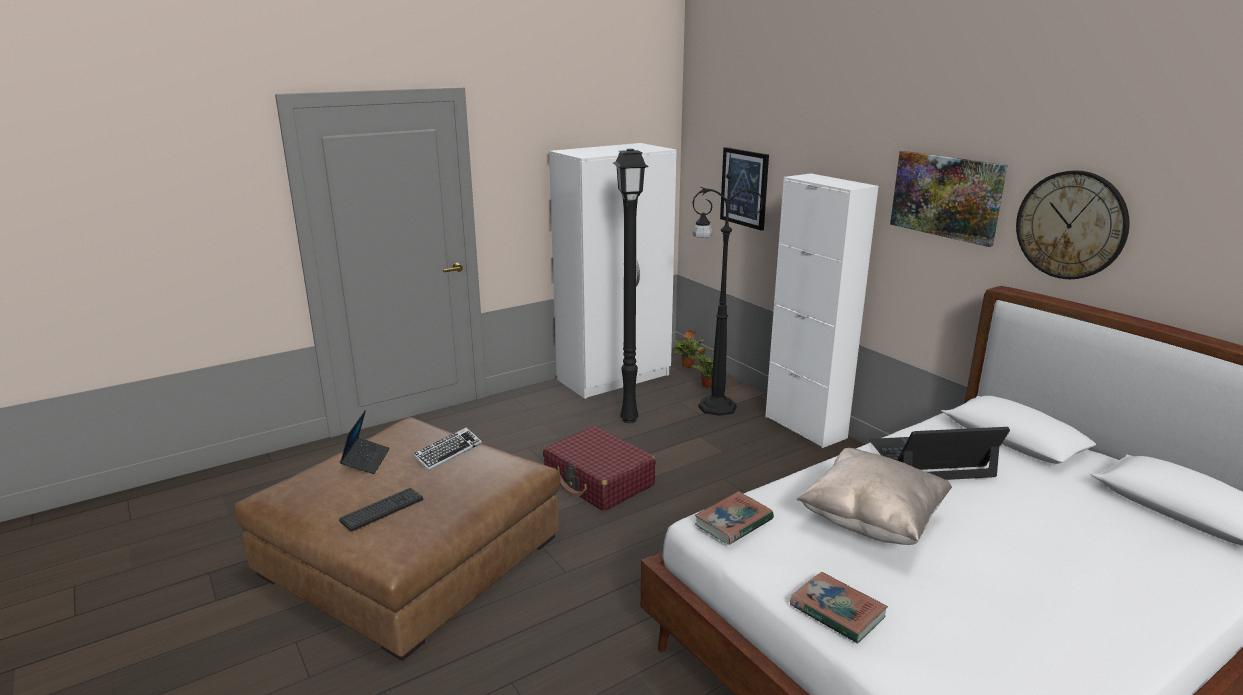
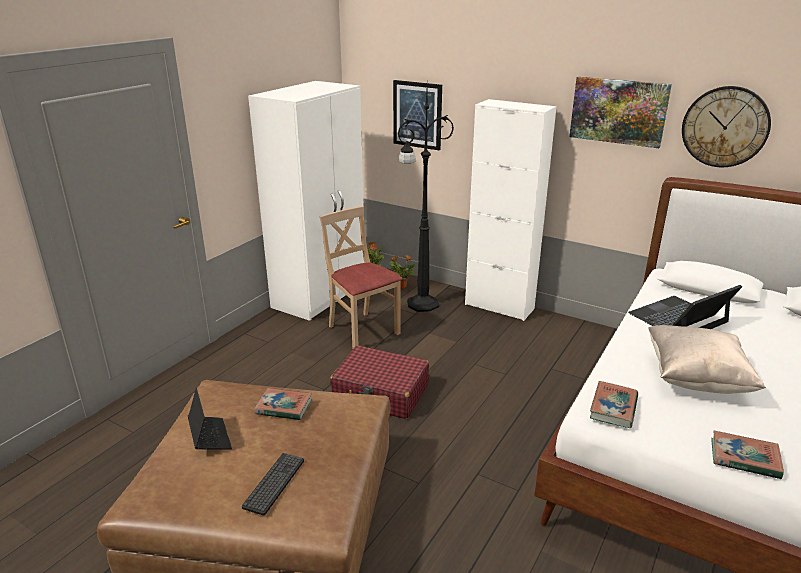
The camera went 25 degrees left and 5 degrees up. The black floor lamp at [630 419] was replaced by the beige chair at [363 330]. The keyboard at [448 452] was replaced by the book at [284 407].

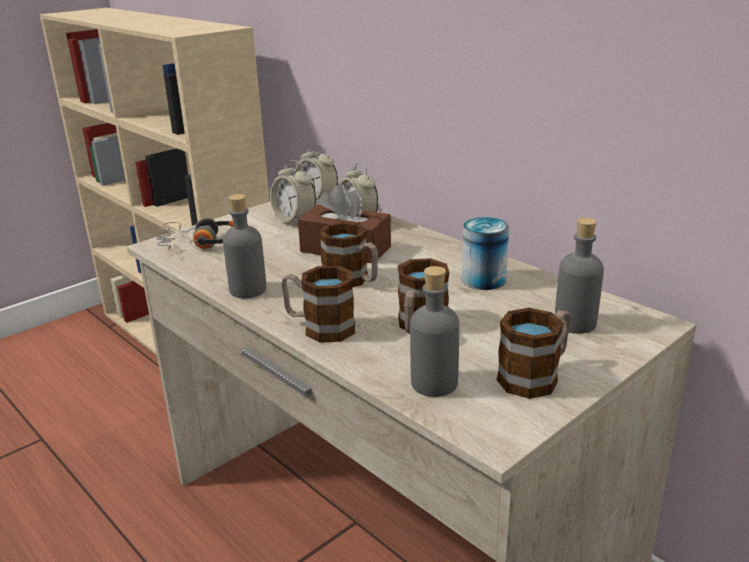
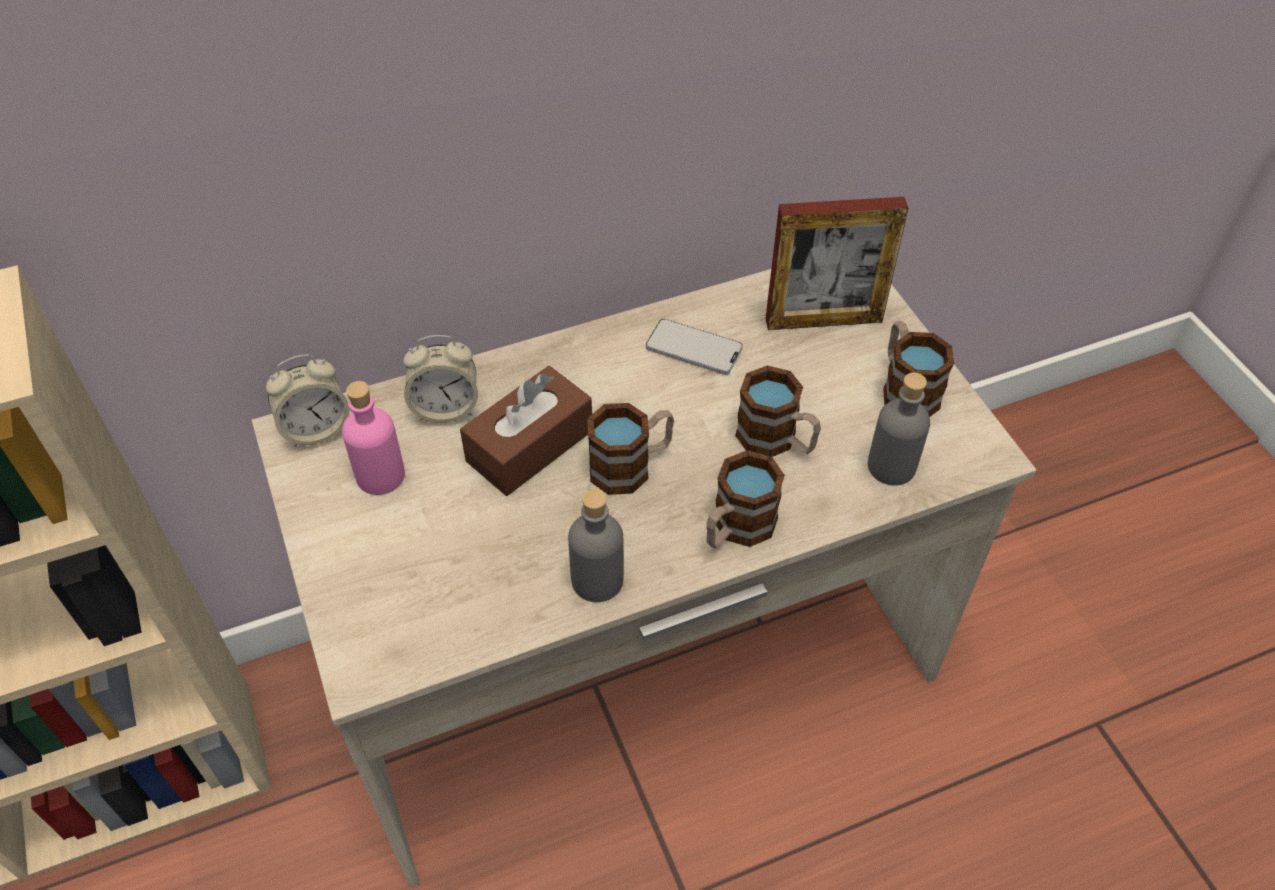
The camera went 70 degrees left and 25 degrees up. The alarm clock at [294 220] was replaced by the pink bottle at [380 475]. The can at [483 280] was replaced by the phone at [694 348]. The grey bottle at [575 323] was replaced by the picture frame at [823 320]. The headphones at [201 243] disappeared.

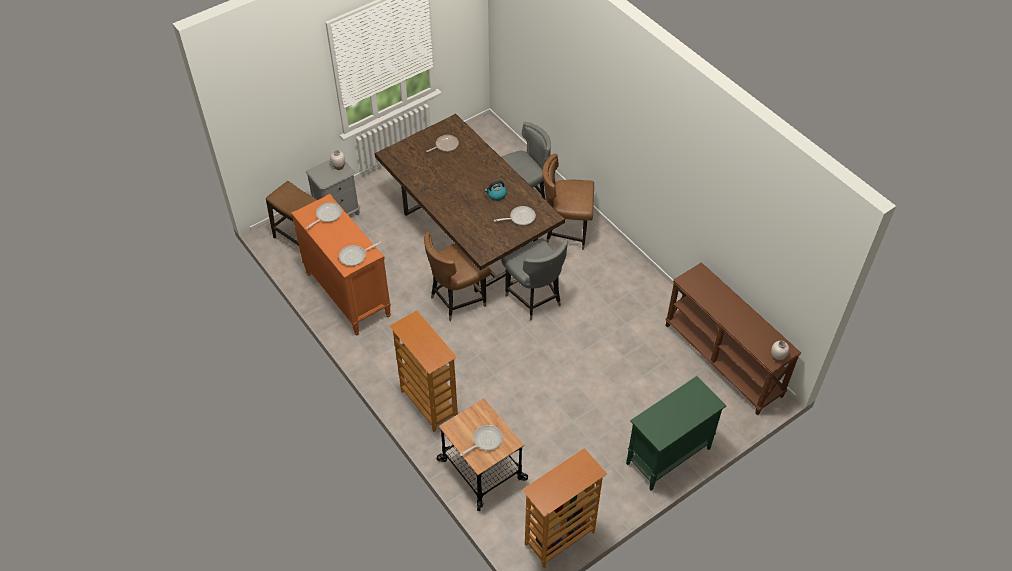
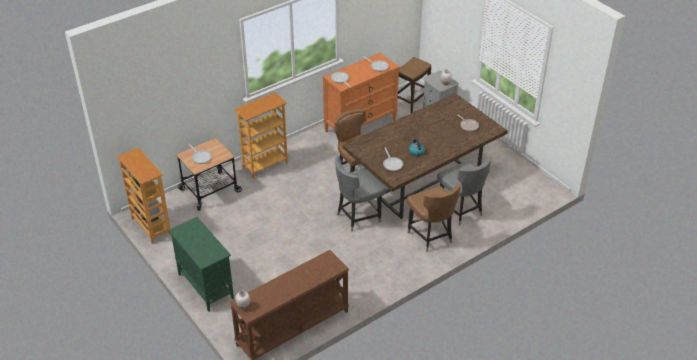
The camera went 90 degrees right and 10 degrees down. The brown chair at [566 232] turned 150 degrees clockwise.

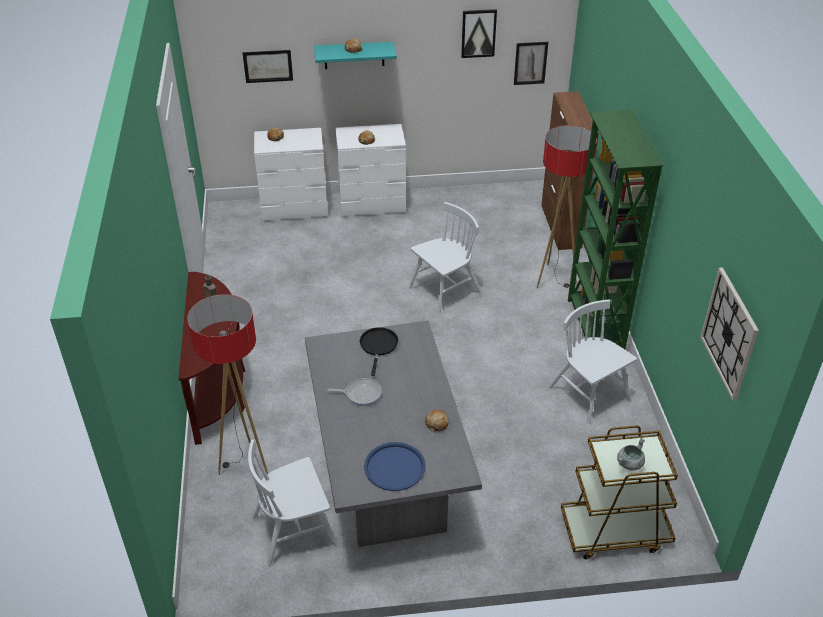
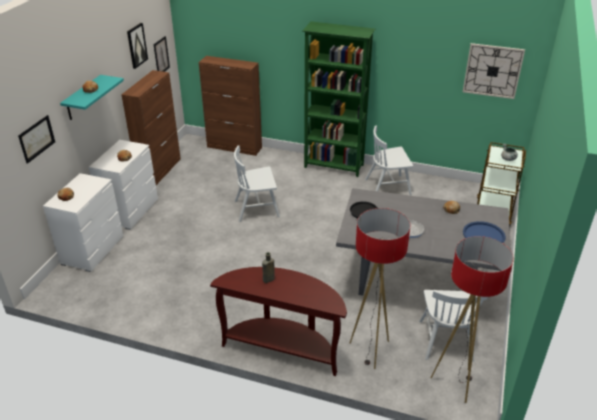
The camera went 65 degrees left and 5 degrees down. The floor lamp moved from [553 279] to [455 383]. The white chair at [444 290] turned 90 degrees counterclockwise. The brown cabinet at [160 171] appeared.

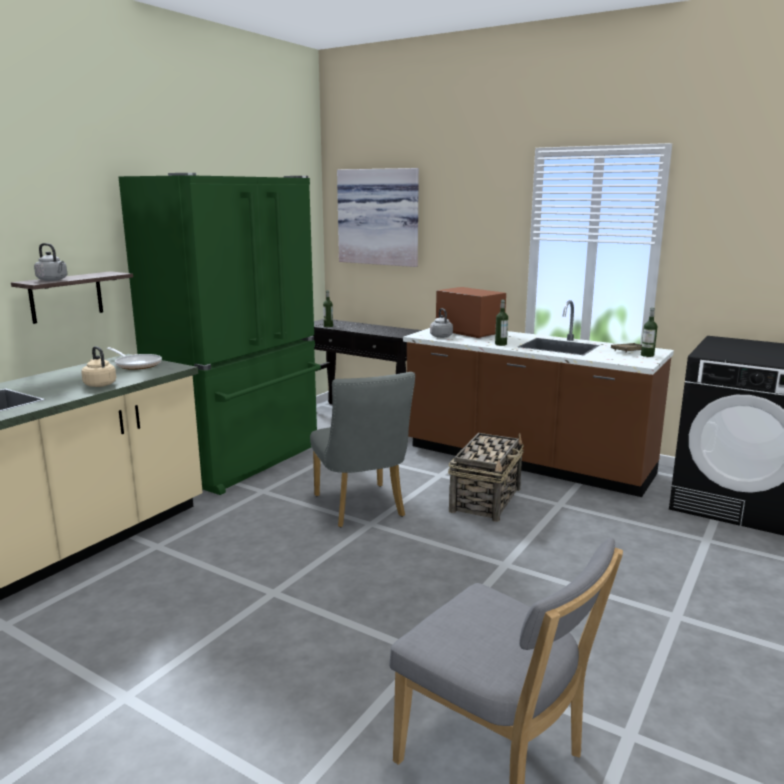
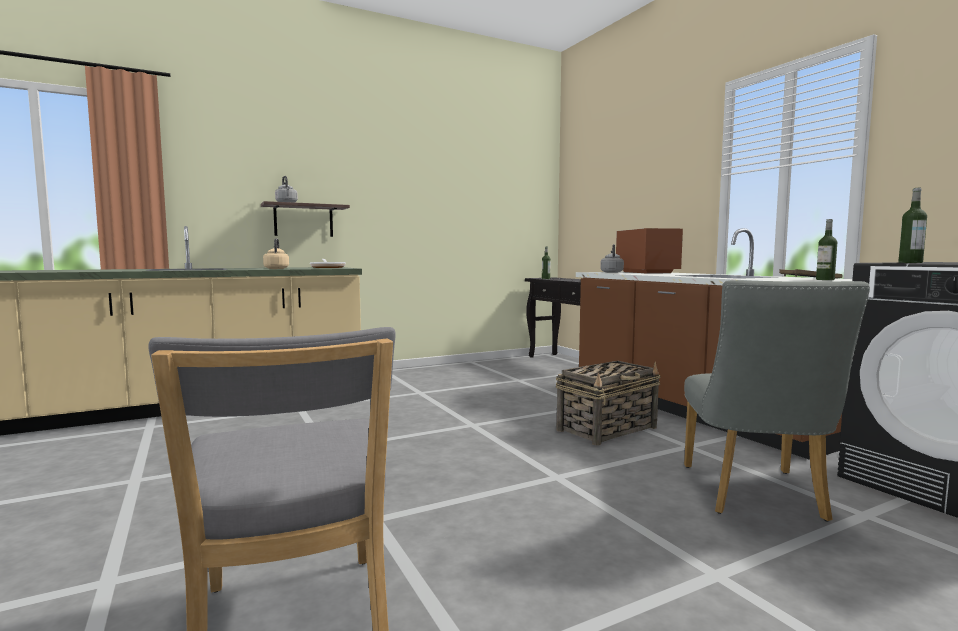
The camera went 30 degrees right and 10 degrees down. The picture at [379 217] disappeared. The green fridge at [243 460] disappeared. The bottle moved from [500 344] to [910 262]. The grey chair moved from [362 509] to [755 496].

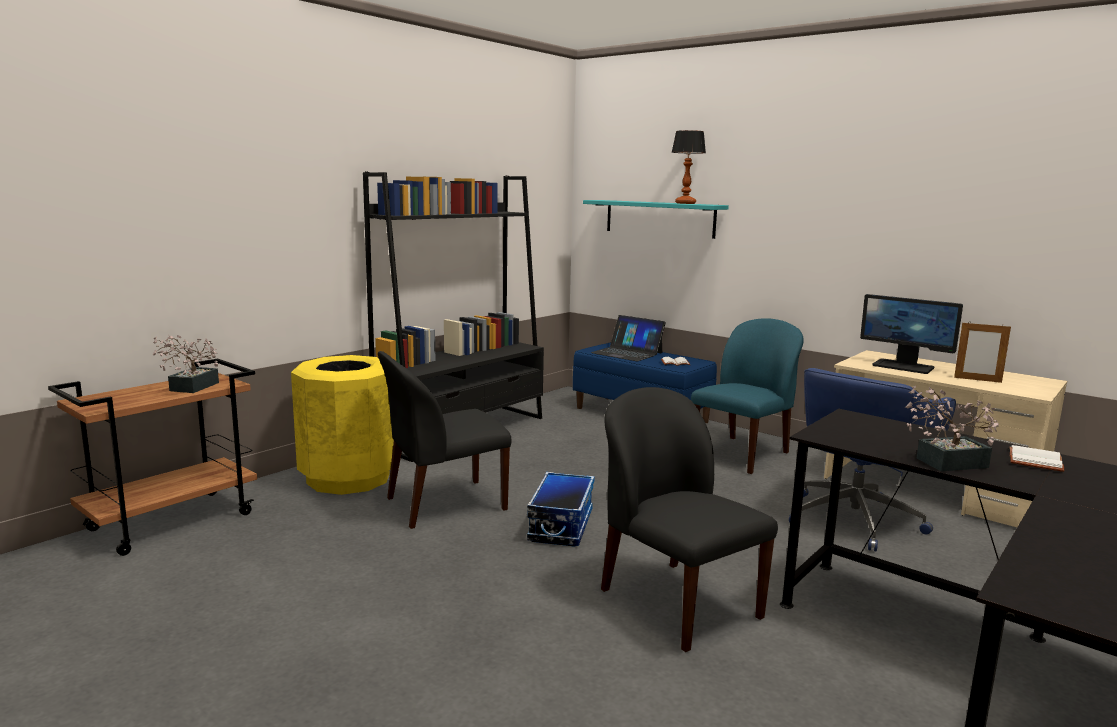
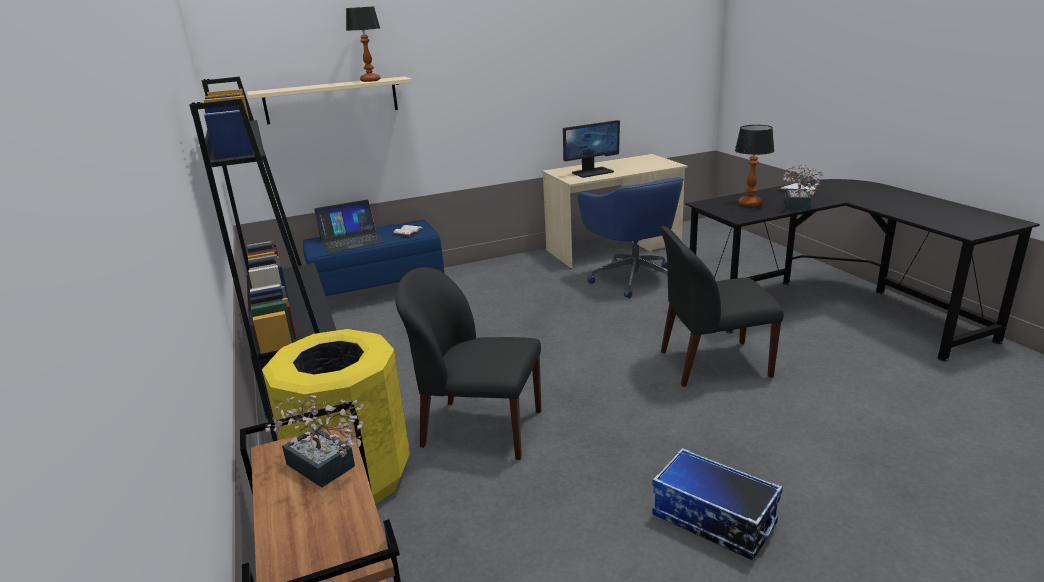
The camera went 60 degrees left and 10 degrees up. The turquoise shelf at [659 218] became the beige shelf at [331 100]. The blue chair at [741 454] disappeared. The picture frame at [977 380] disappeared. The black chair at [443 504] turned 105 degrees clockwise. The storage box moved from [560 525] to [712 520]. The table lamp at [749 203] appeared.

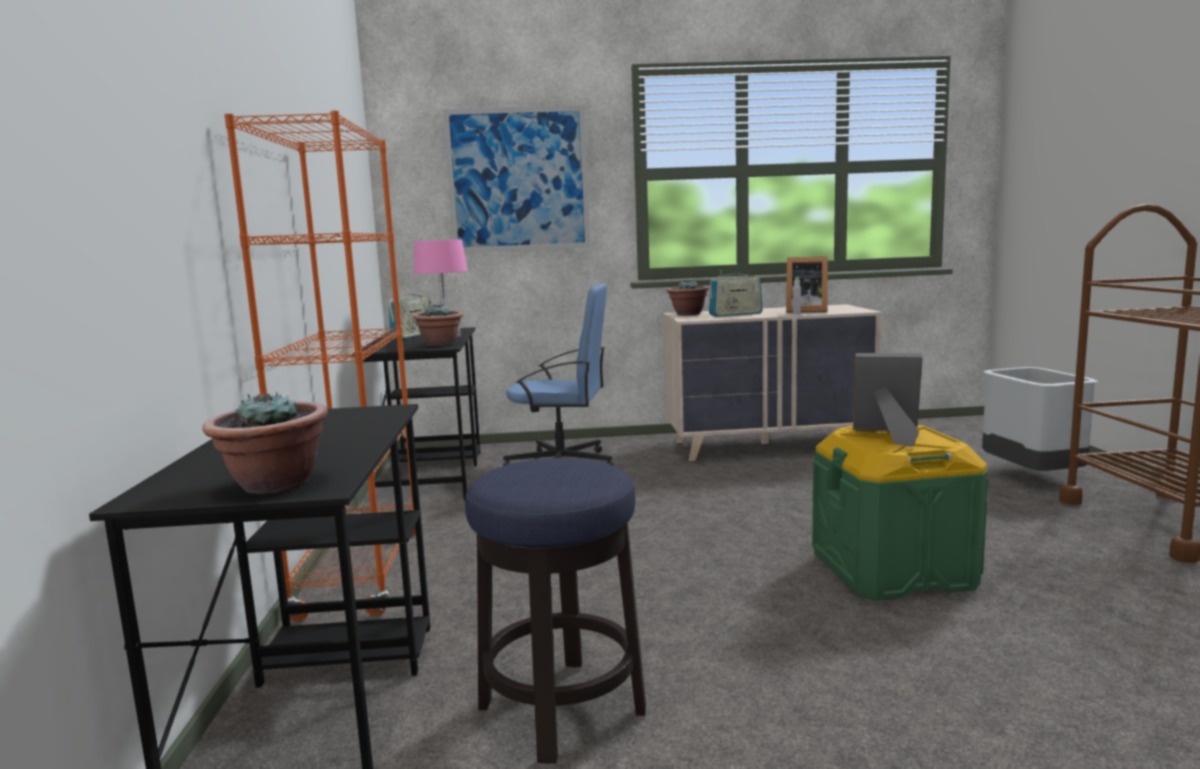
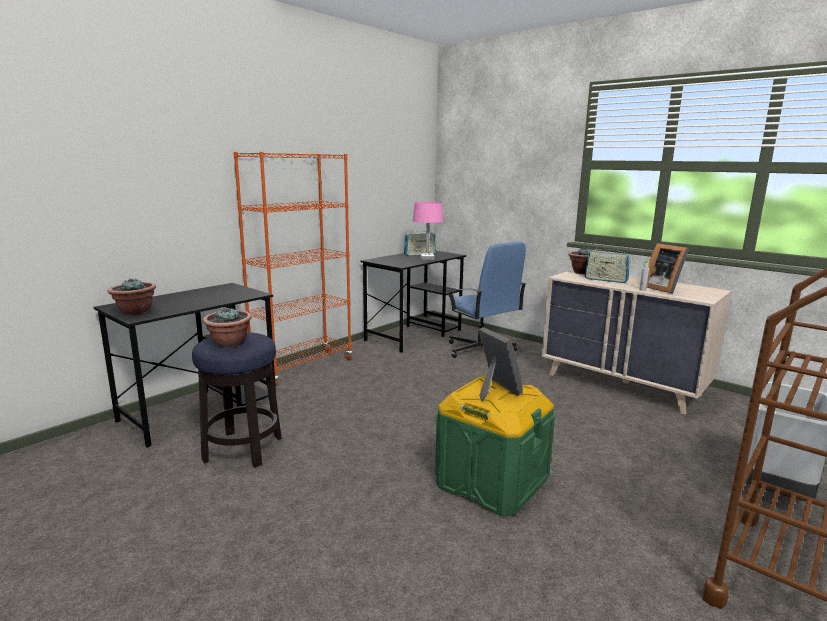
The camera went 45 degrees right and 5 degrees up. The picture at [518 180] disappeared. The potted plant moved from [440 344] to [230 344].

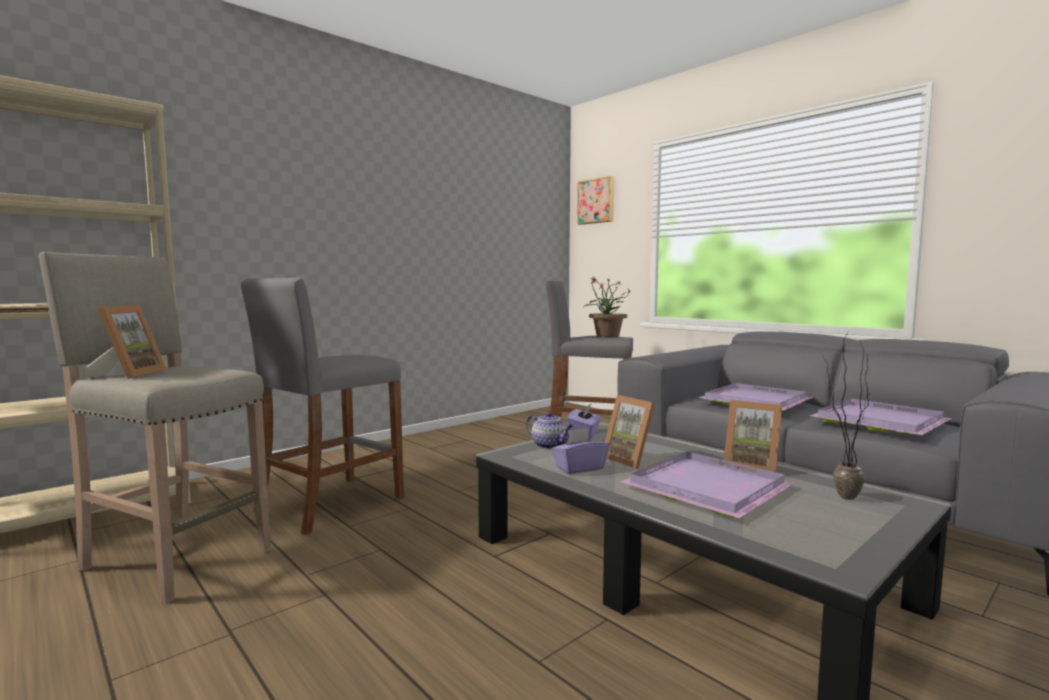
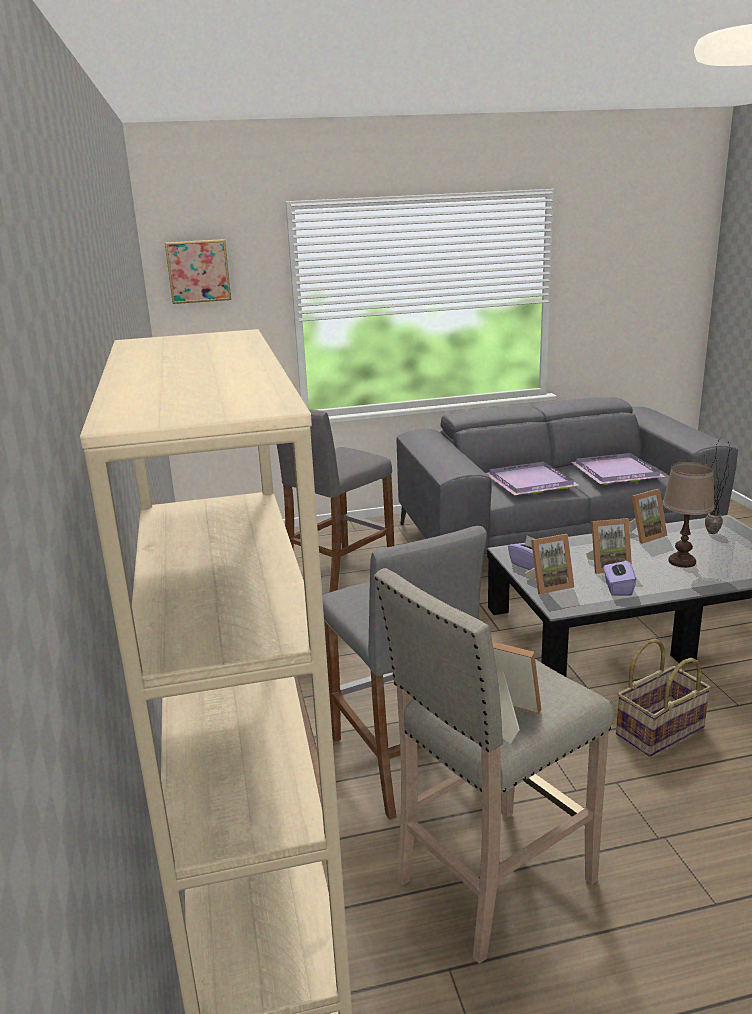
The camera went 60 degrees left and 15 degrees up. The potted plant at [607 335] disappeared. The teapot at [550 445] was replaced by the picture frame at [549 585]. The purple tray at [708 489] was replaced by the brown table lamp at [682 562]. The basket at [659 730] appeared.

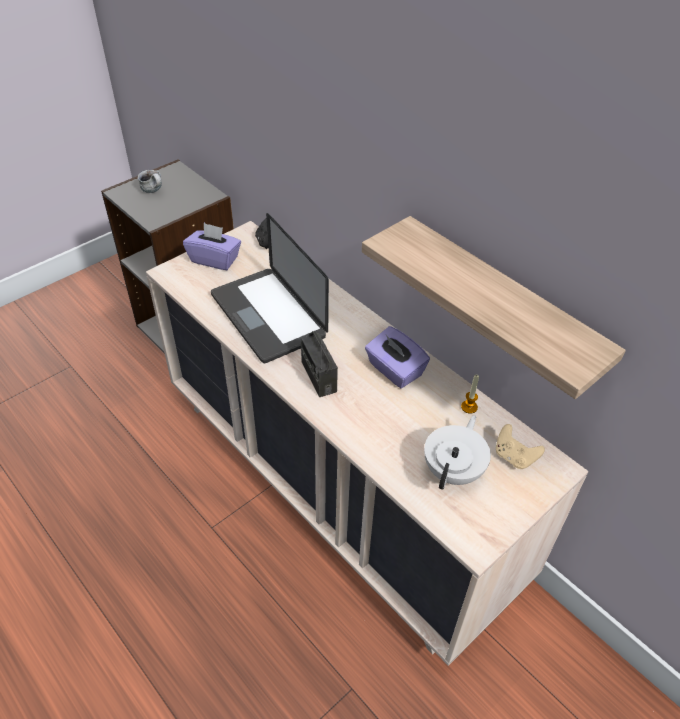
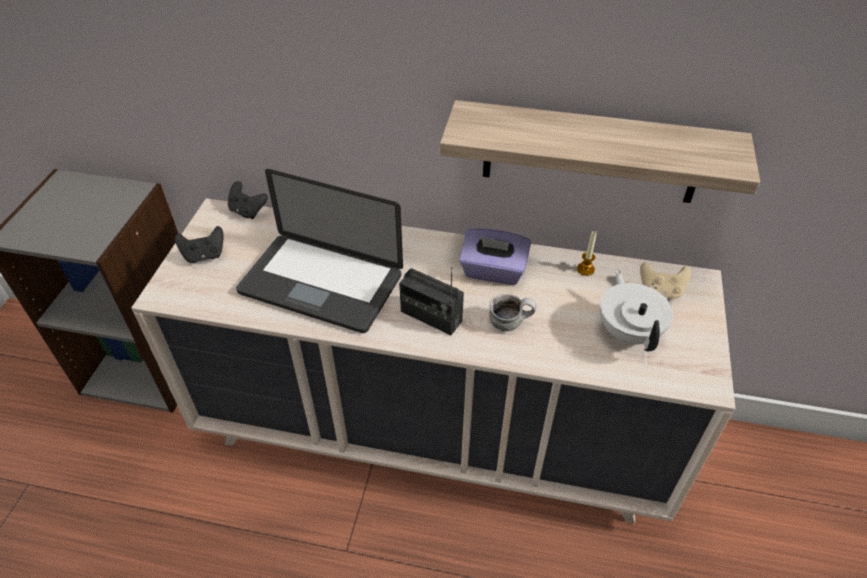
The camera went 35 degrees left and 0 degrees up. The mug moved from [154 191] to [510 322]. The purple tissue box at [215 259] was replaced by the black game controller at [204 255].

